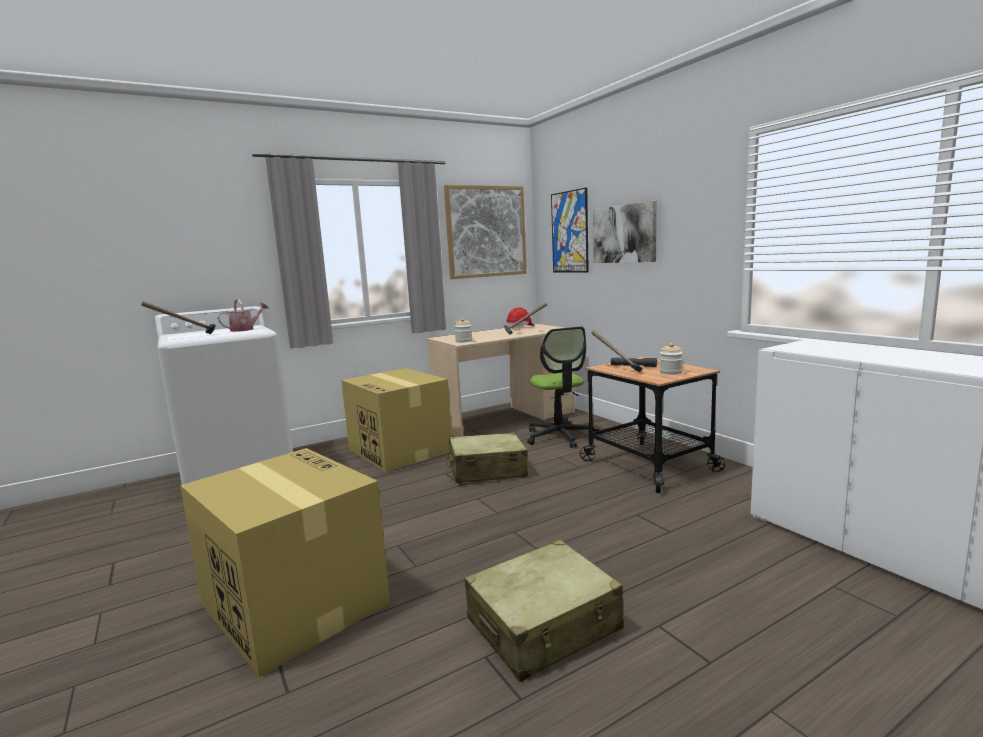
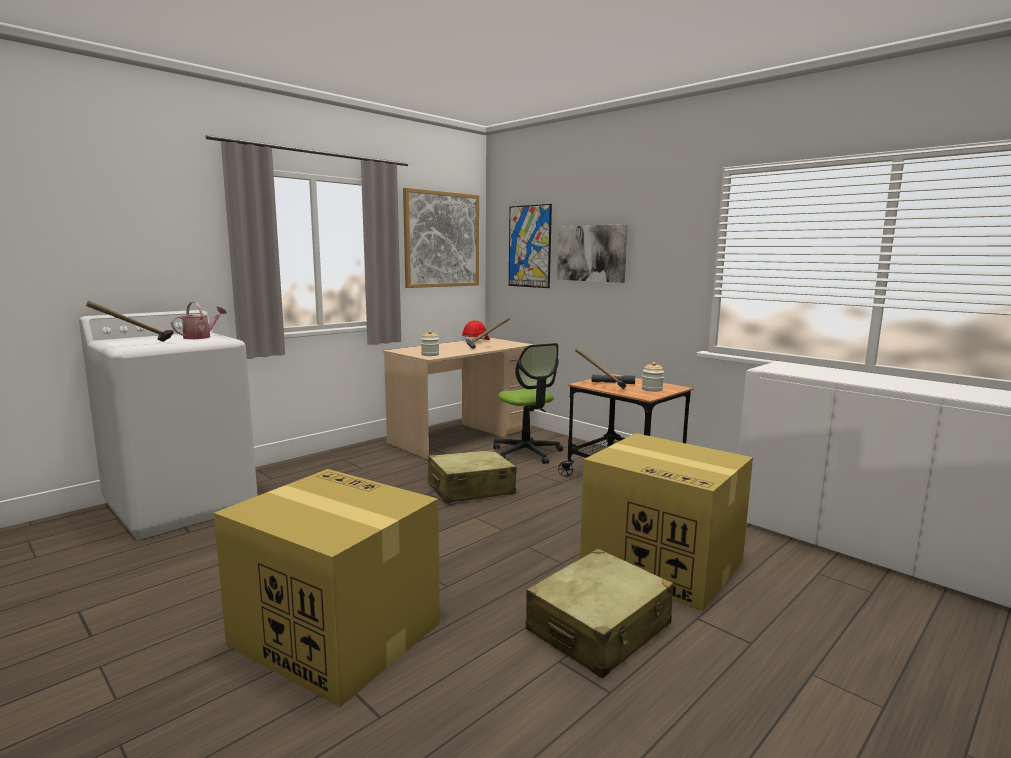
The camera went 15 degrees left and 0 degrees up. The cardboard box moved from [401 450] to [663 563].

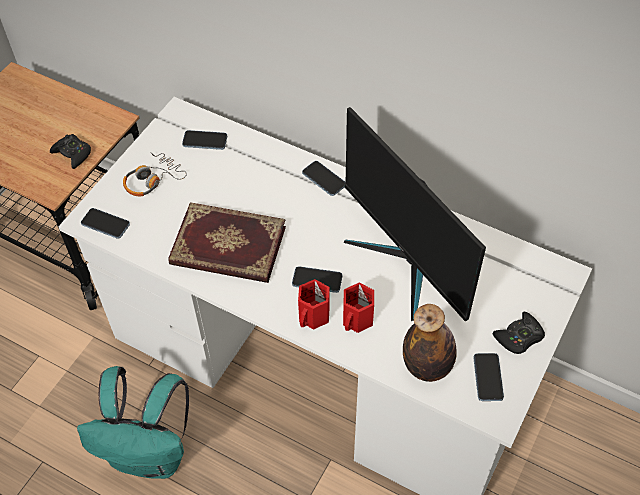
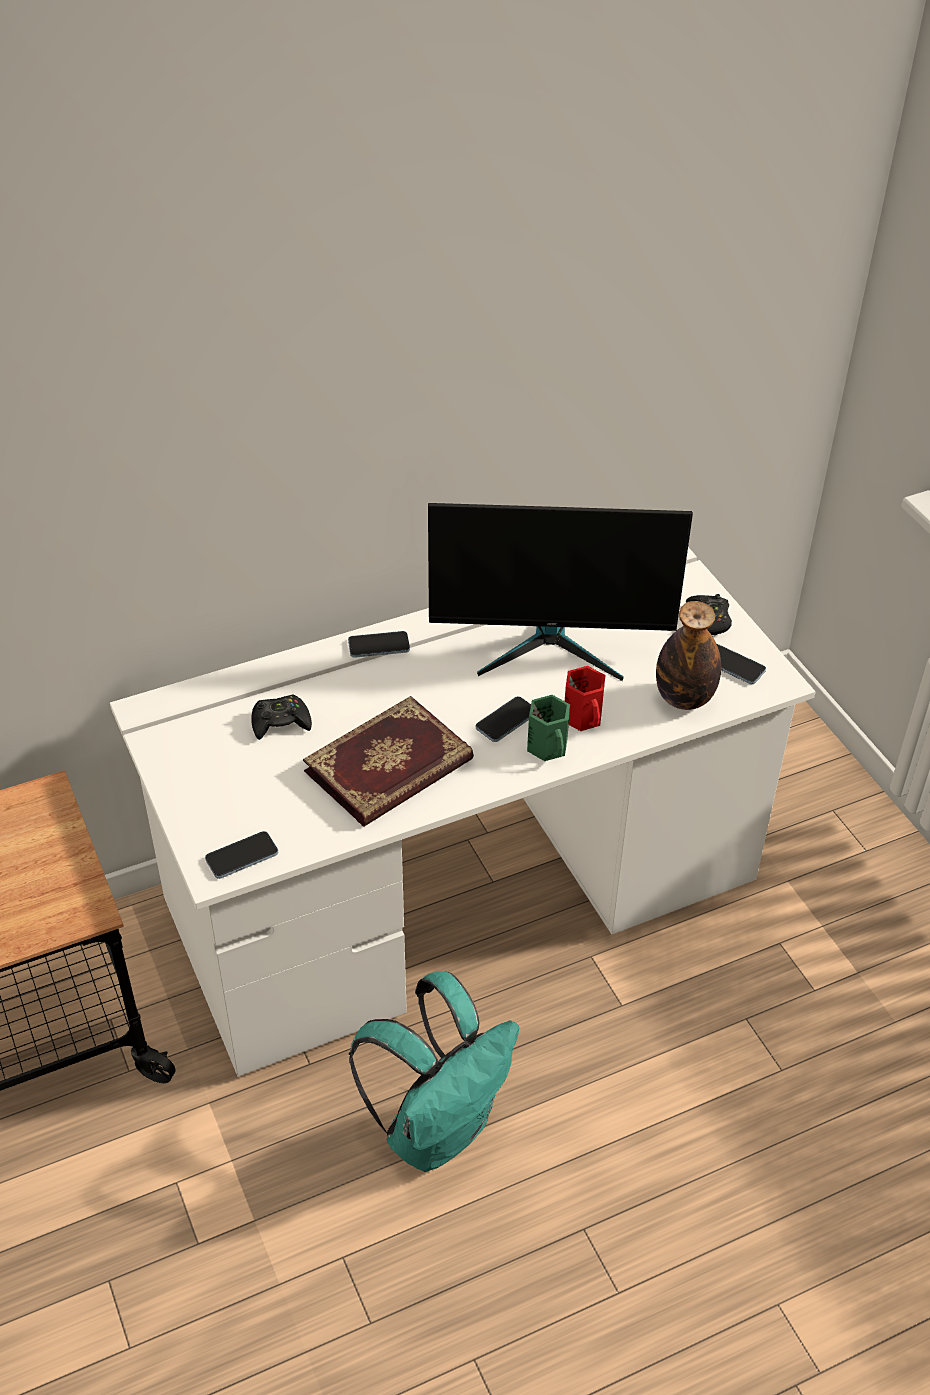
The camera went 55 degrees left and 10 degrees down. The phone at [205 141] disappeared. The black game controller moved from [73 154] to [280 722]. The headphones at [152 180] disappeared. The red mug at [314 316] became the green mug at [549 746].

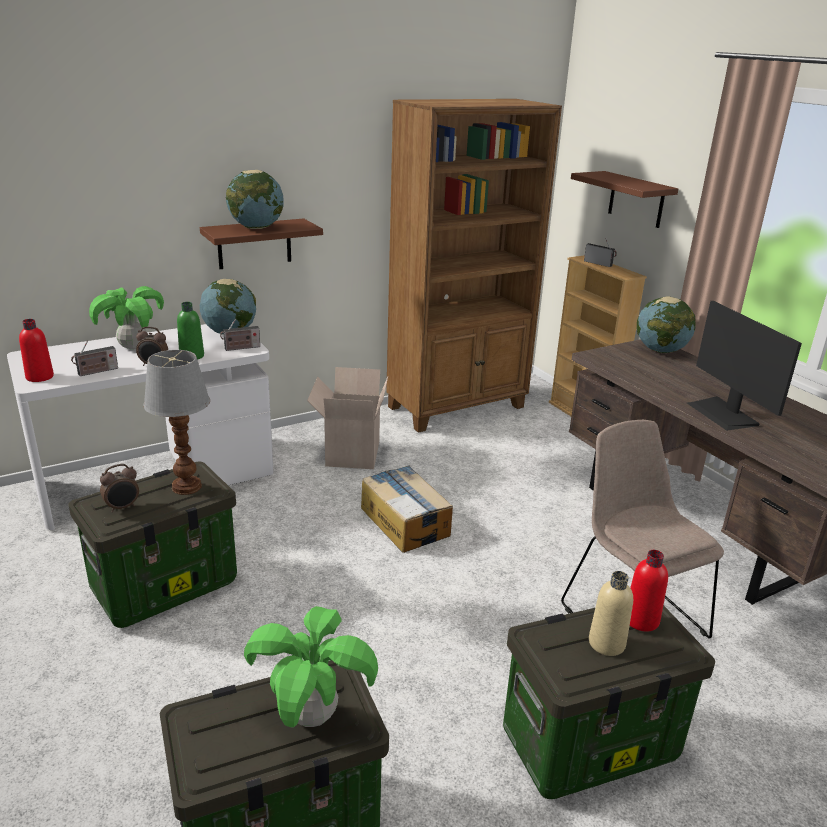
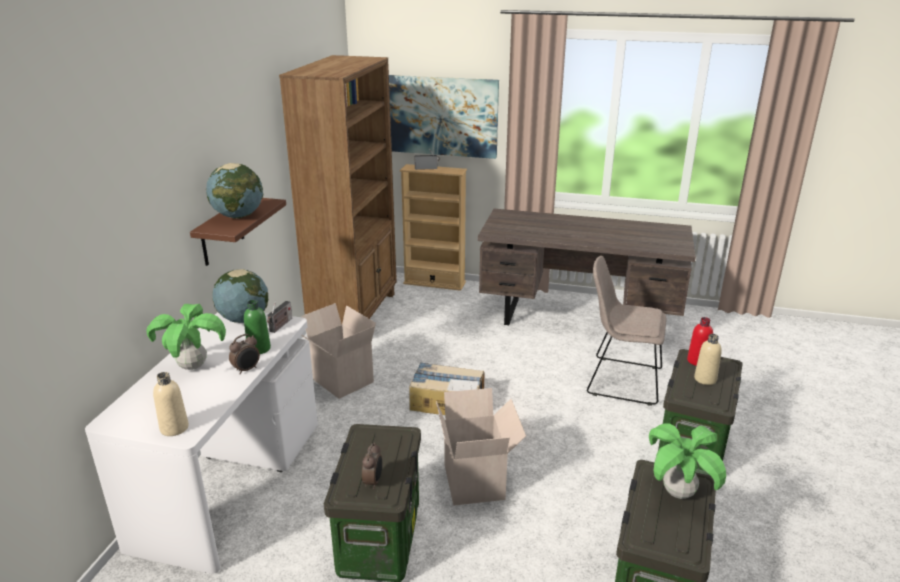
The camera went 45 degrees left and 0 degrees up. The brown shelf at [636 199] was replaced by the picture at [441 116]. The globe at [661 350] disappeared. The monitor at [723 414] disappeared. The red bottle at [40 377] became the beige bottle at [174 428]. The radio at [96 372] disappeared. The table lamp at [187 487] disappeared. The cardboard box at [476 482] appeared.

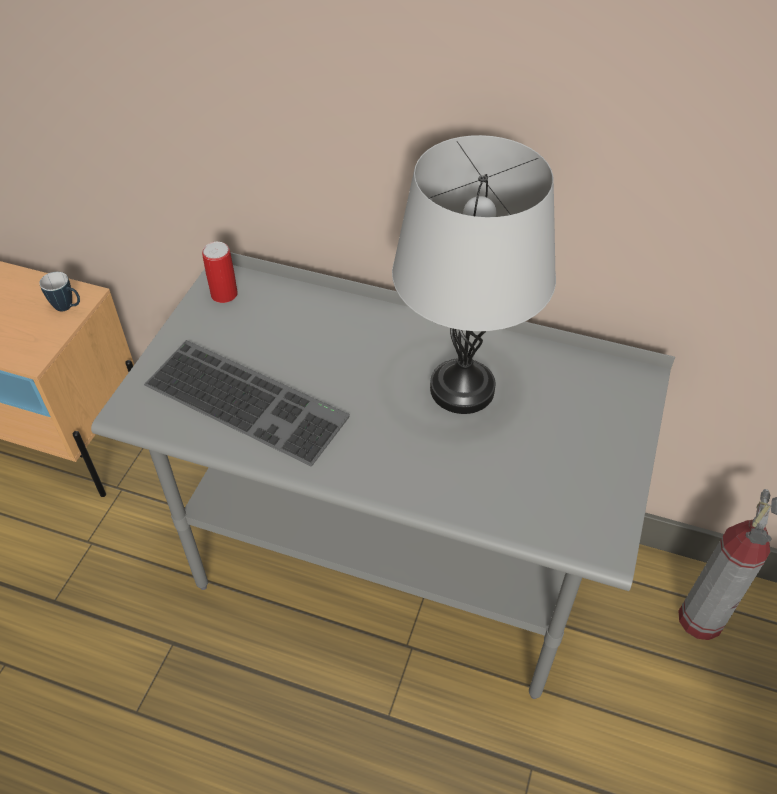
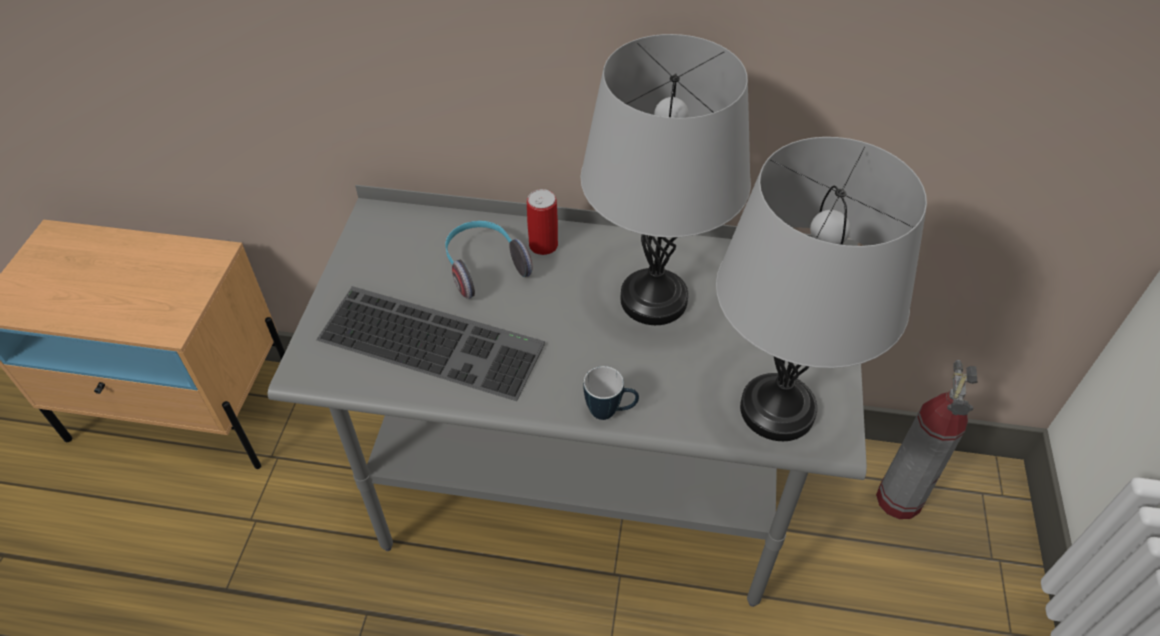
The camera went 10 degrees left and 0 degrees up. The can moved from [224 294] to [543 245]. The mug moved from [68 307] to [610 412]. The grey table lamp at [777 410] appeared. The headphones at [484 266] appeared.

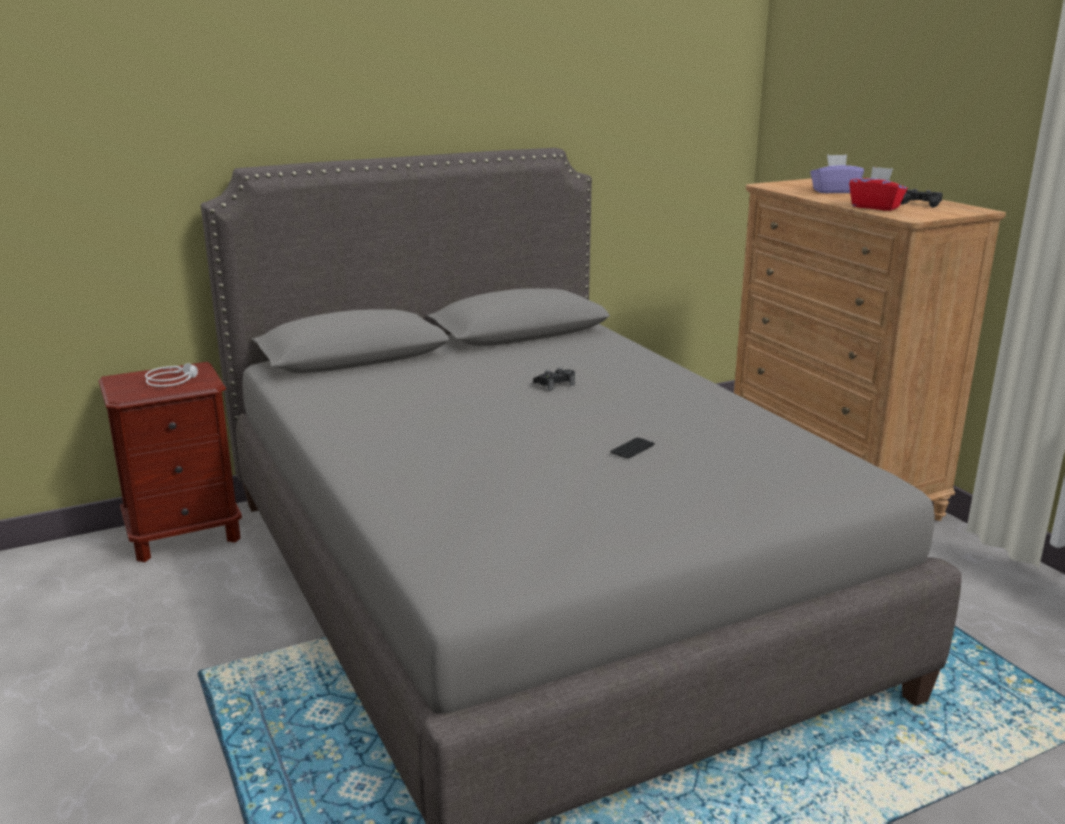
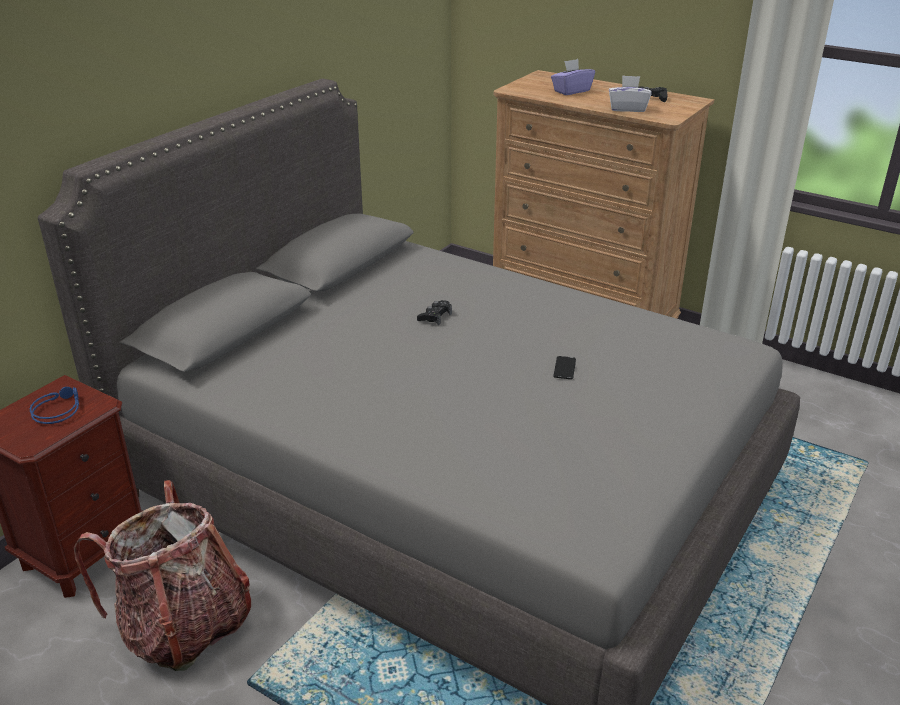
The camera went 30 degrees left and 10 degrees up. The red tissue box at [875 207] became the white tissue box at [627 108]. The grey headphones at [172 380] became the blue headphones at [57 410]. The backpack at [184 627] appeared.

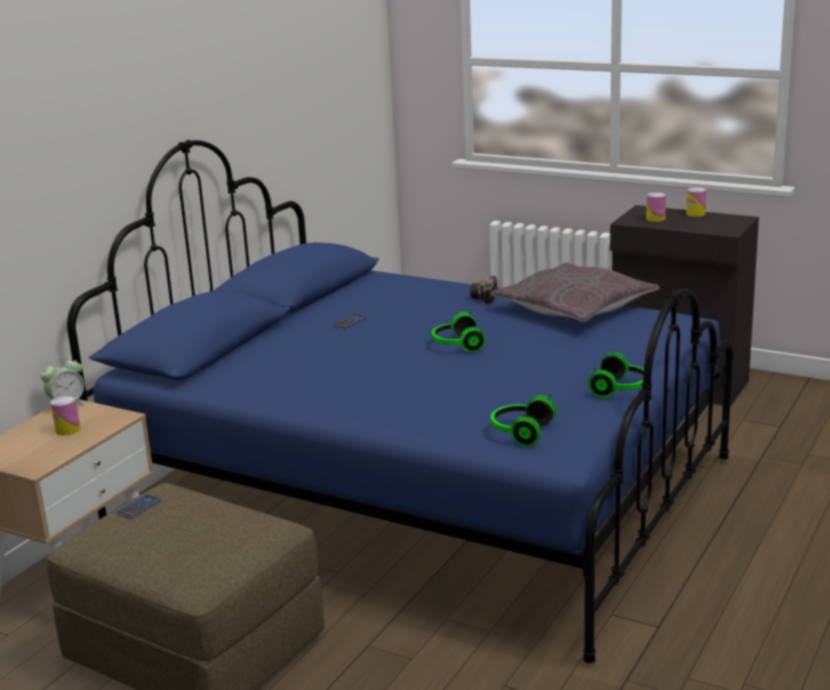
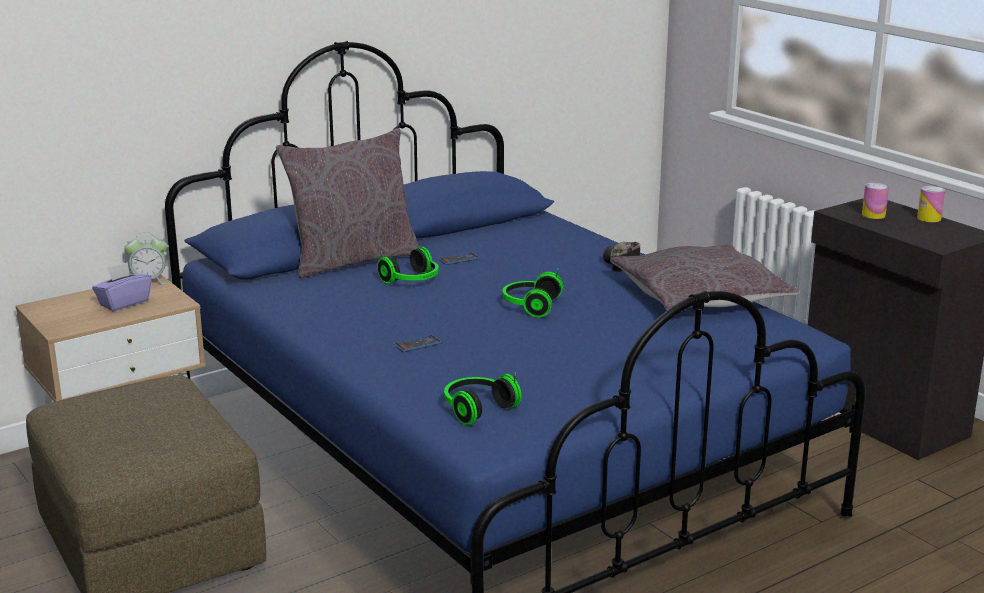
The camera went 25 degrees right and 0 degrees up. The headphones moved from [621 389] to [412 281]. The can at [68 430] was replaced by the purple tissue box at [124 303]. The phone moved from [139 507] to [417 344]. The grey pillow at [353 260] appeared.

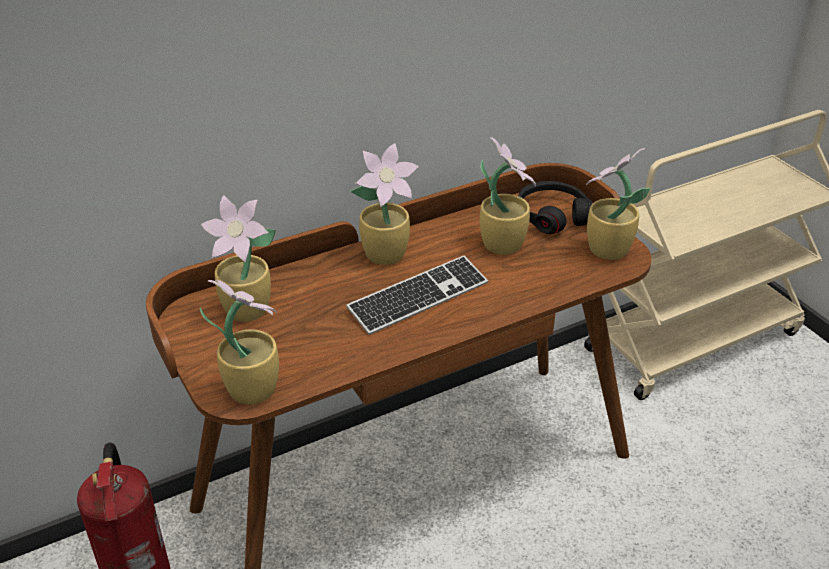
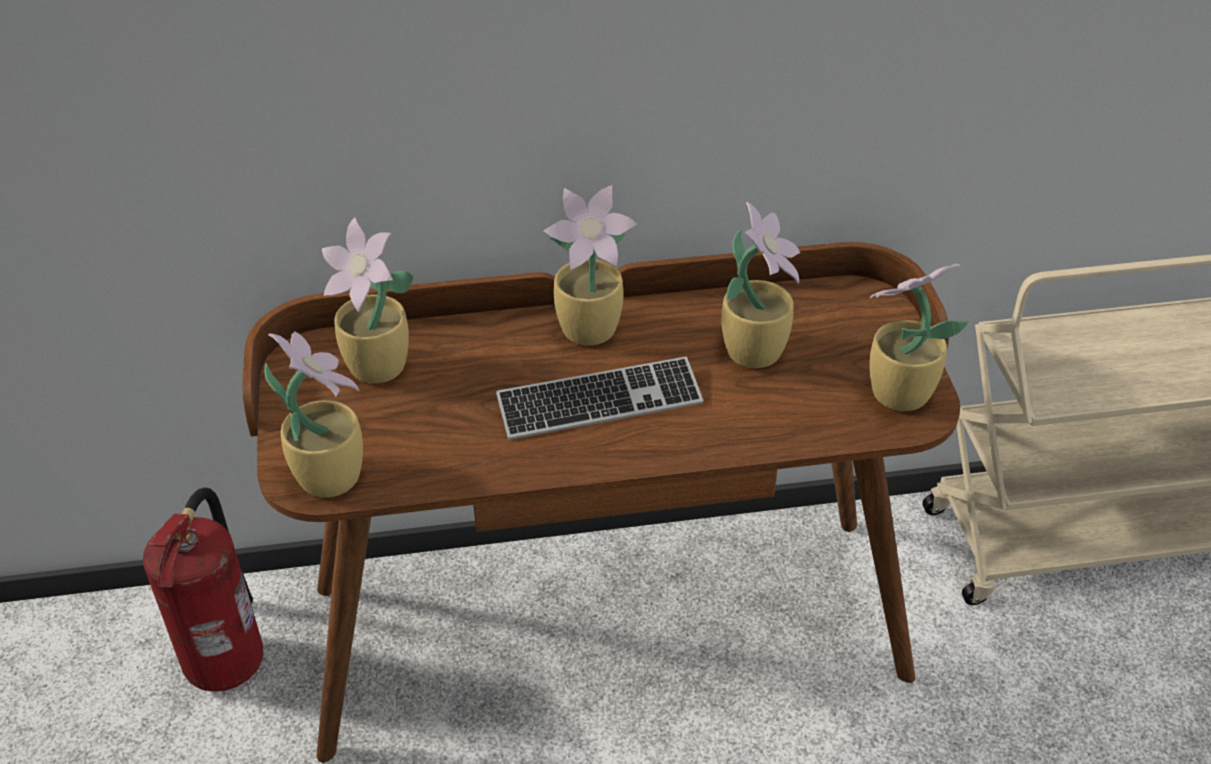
The camera went 20 degrees right and 5 degrees up. The black headphones at [552 215] disappeared.

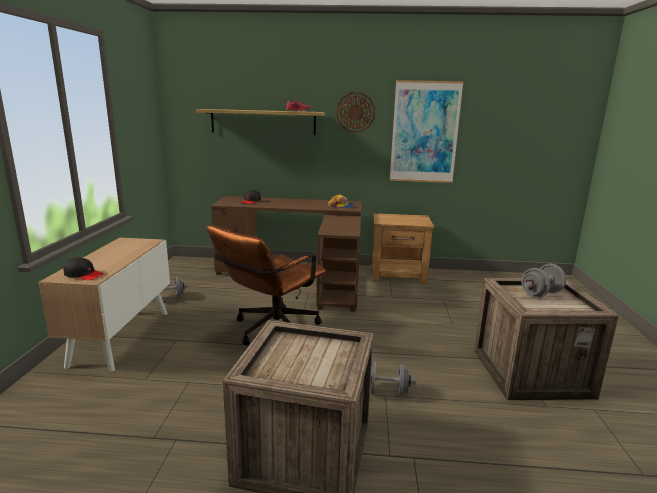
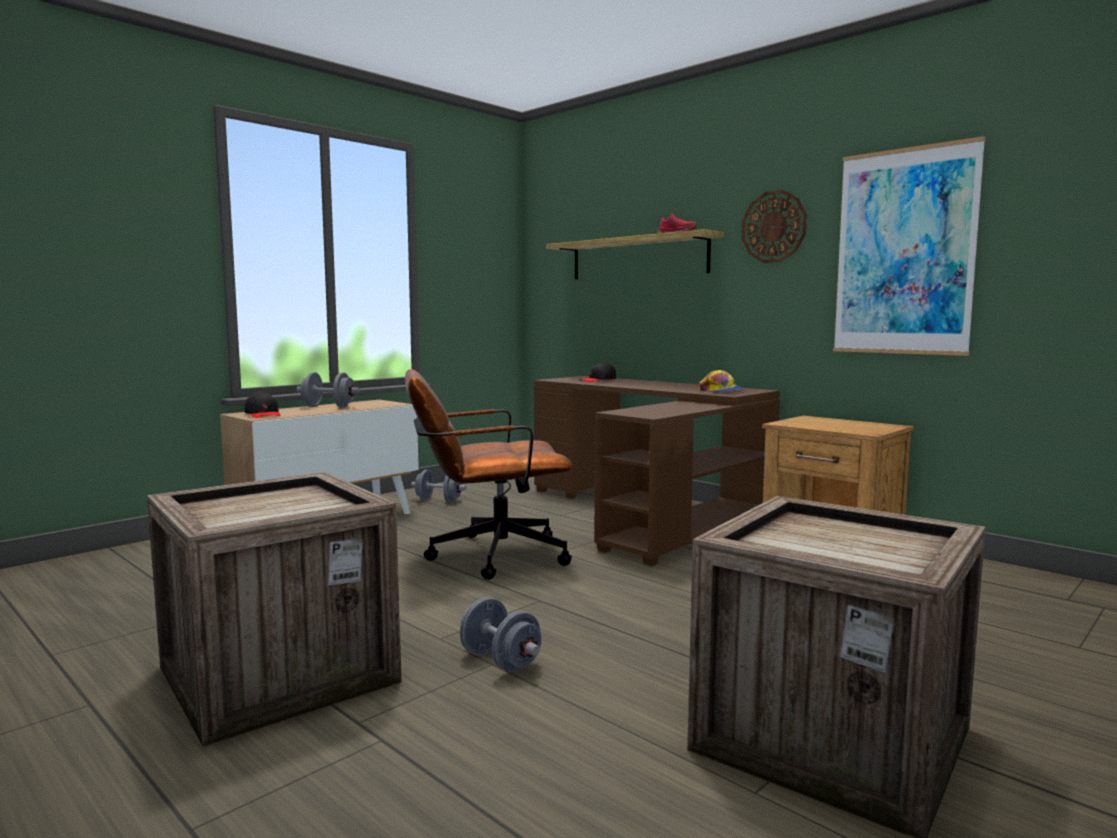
The camera went 40 degrees right and 10 degrees down. The grey dumbbell moved from [541 294] to [328 407].

